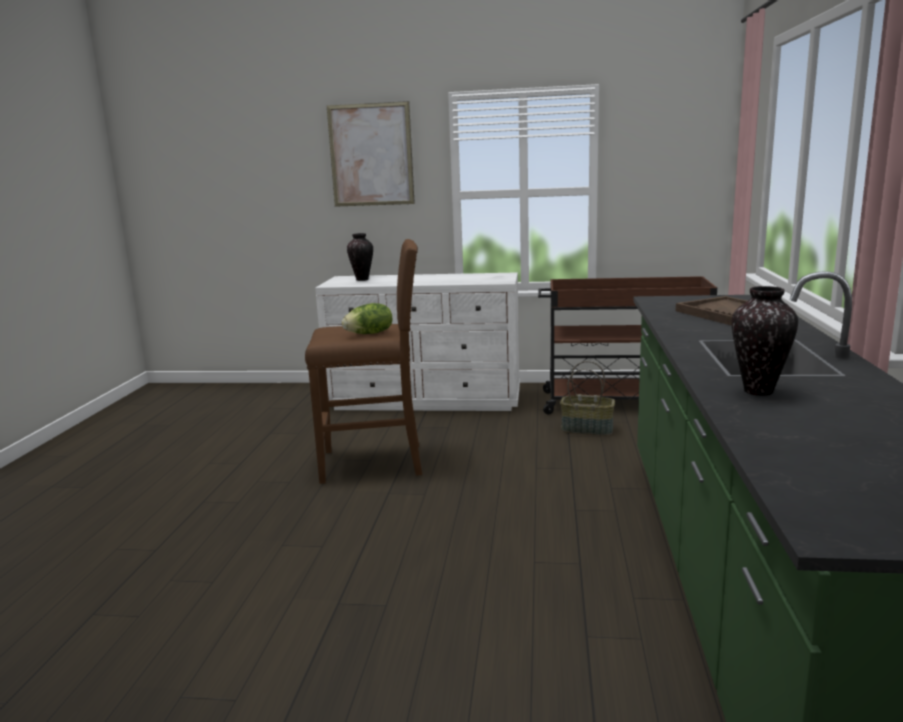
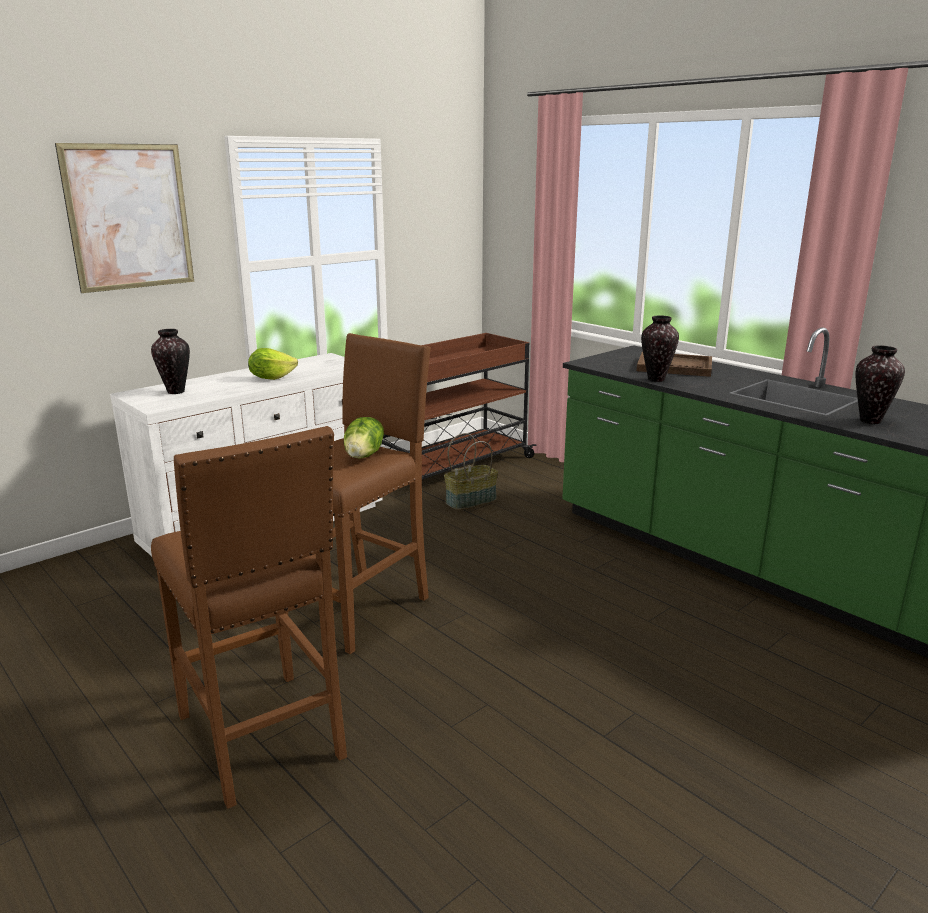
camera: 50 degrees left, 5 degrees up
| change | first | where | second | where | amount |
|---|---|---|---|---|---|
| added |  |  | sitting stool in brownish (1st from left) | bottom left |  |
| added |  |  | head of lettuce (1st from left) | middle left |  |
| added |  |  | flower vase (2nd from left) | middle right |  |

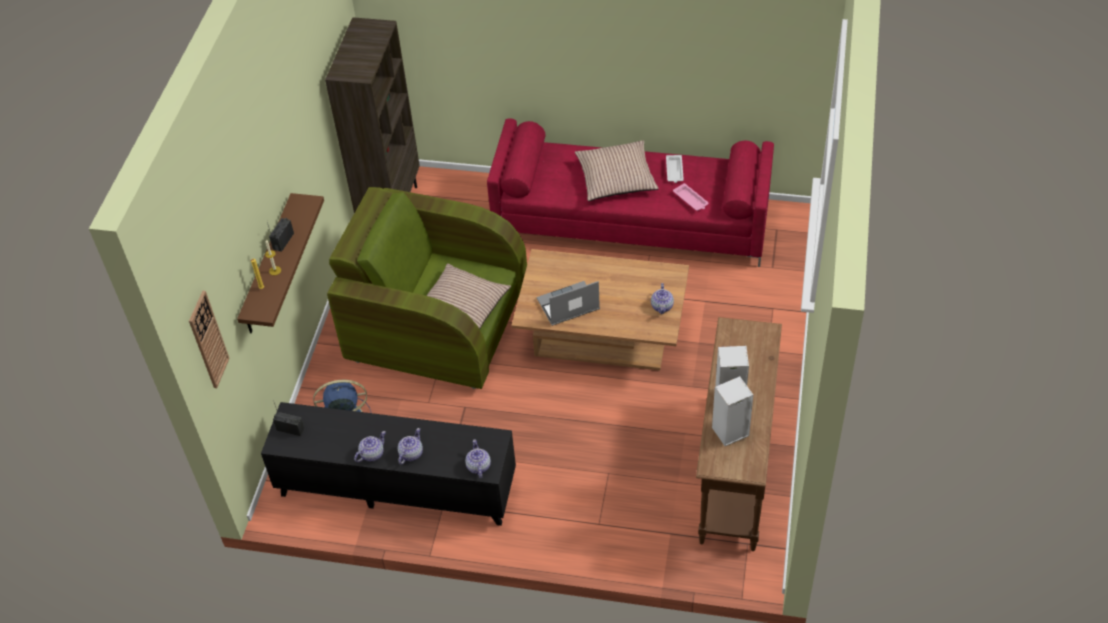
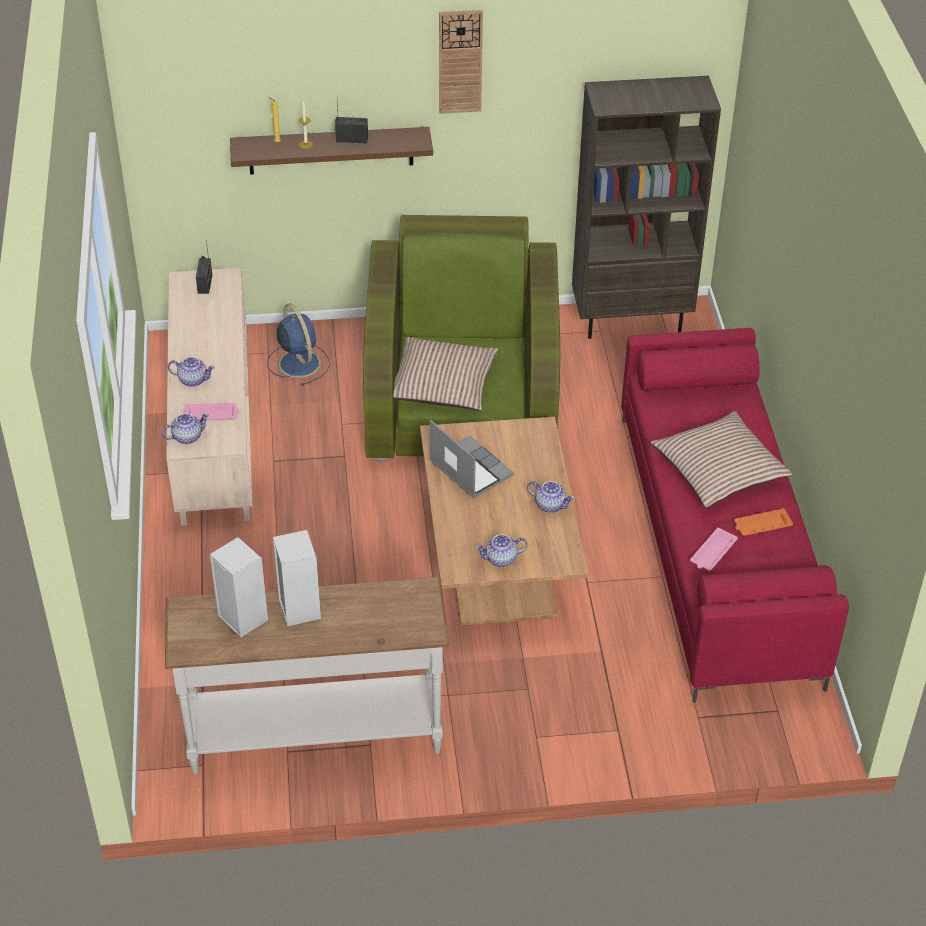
camera: 70 degrees right, 5 degrees down
| change | first | where | second | where | amount |
|---|---|---|---|---|---|
| recoloured | console table in brownish | bottom right | console table in white | bottom left |  |
| recoloured | tv unit in blackish | bottom centre | tv unit in sand-coloured | middle left |  |
| added |  |  | carrying tray in pink (1st from left) | middle left |  |
| moved | wall clock | middle left |  | top centre |  |
| moved | tea pot (1st from left in the first image) | bottom centre | tea pot (4th from left) | centre |  |
| recoloured | carrying tray in white | top centre | carrying tray in orange-coloured | middle right |  |

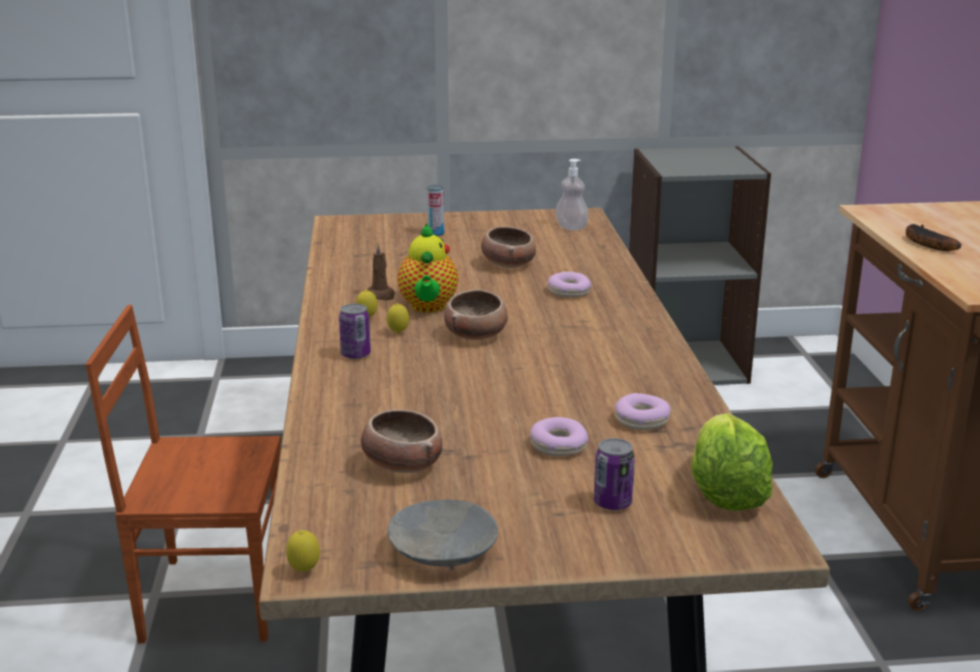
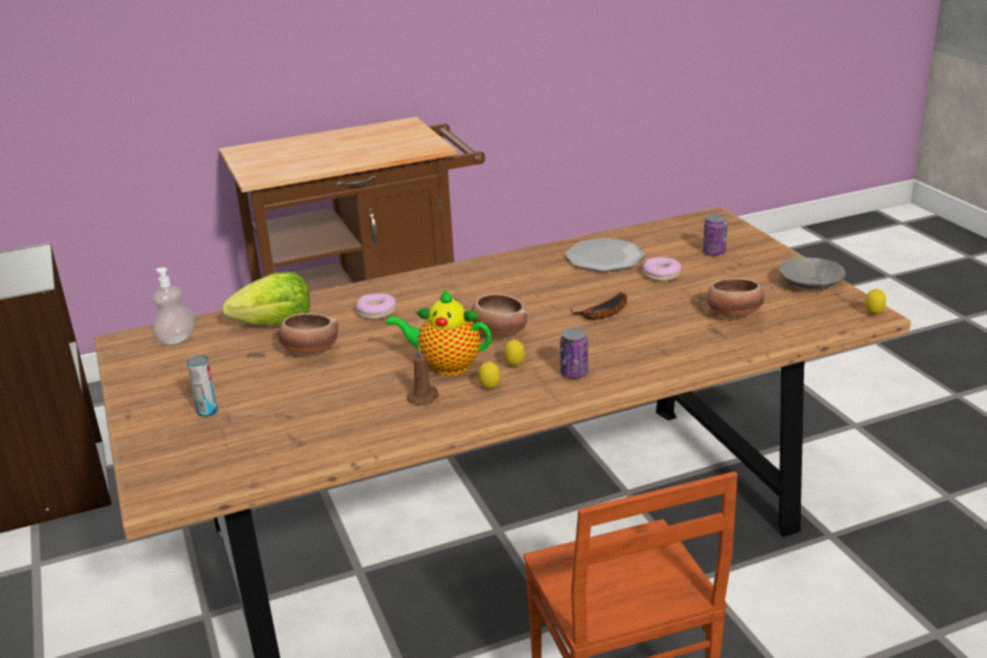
camera: 105 degrees left, 5 degrees up
| change | first | where | second | where | amount |
|---|---|---|---|---|---|
| moved | head of lettuce | bottom right |  | middle left |  |
| turned | tea pot | centre |  | centre | 150 degrees counterclockwise |
| replaced | donut (3rd from left) | centre | dinner plate | centre |  |
| moved | whole banana | middle right |  | centre |  |

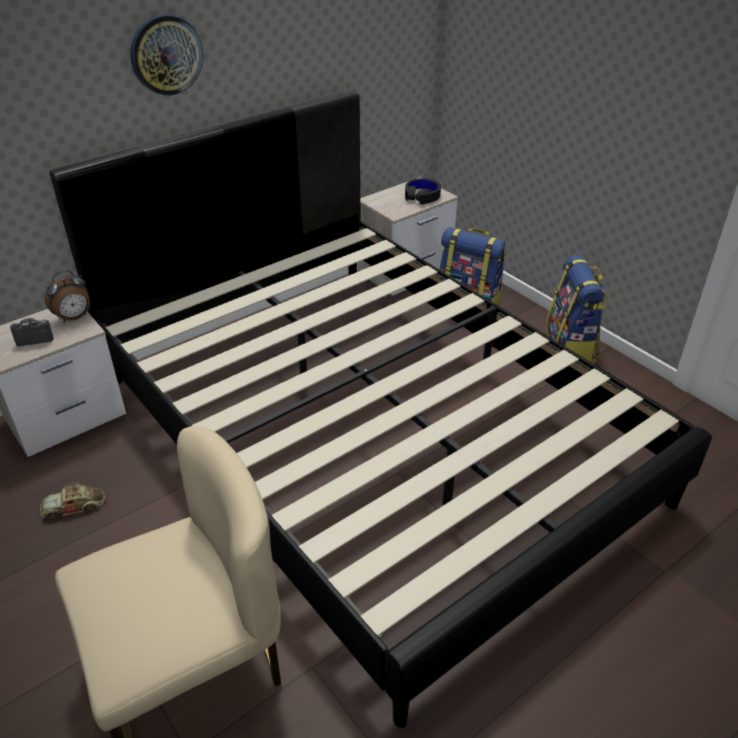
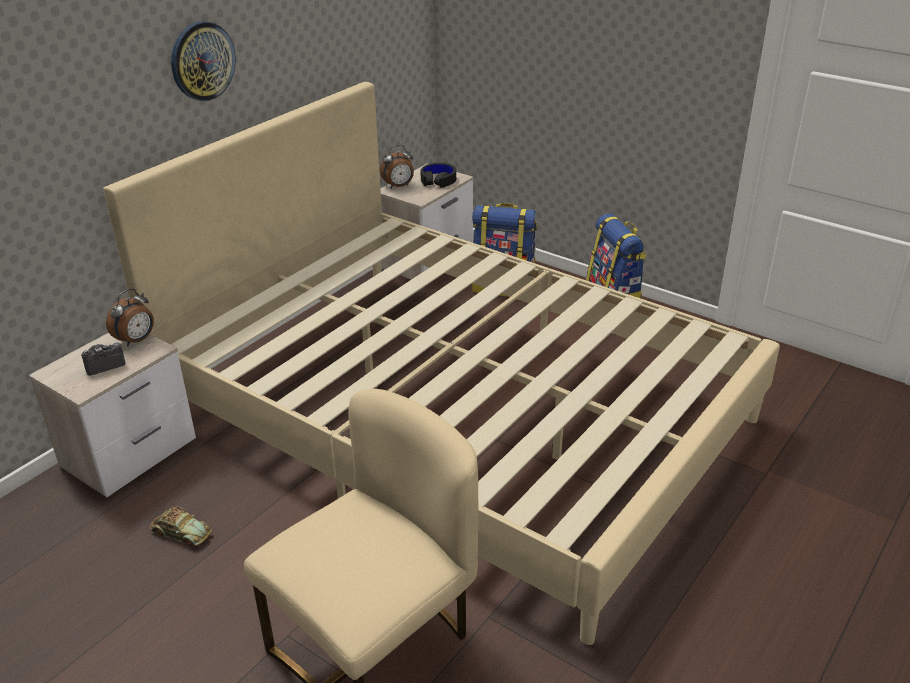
camera: 15 degrees left, 5 degrees down
| change | first | where | second | where | amount |
|---|---|---|---|---|---|
| recoloured | bedroom bed in blackish | centre | bedroom bed in sand-coloured | centre |  |
| turned | miniature car | bottom left |  | bottom left | 120 degrees counterclockwise |
| added |  |  | bedside clock (2nd from left) | top centre |  |

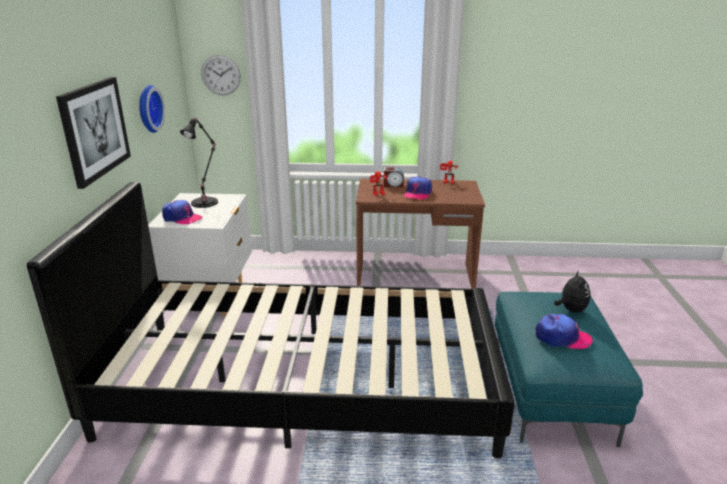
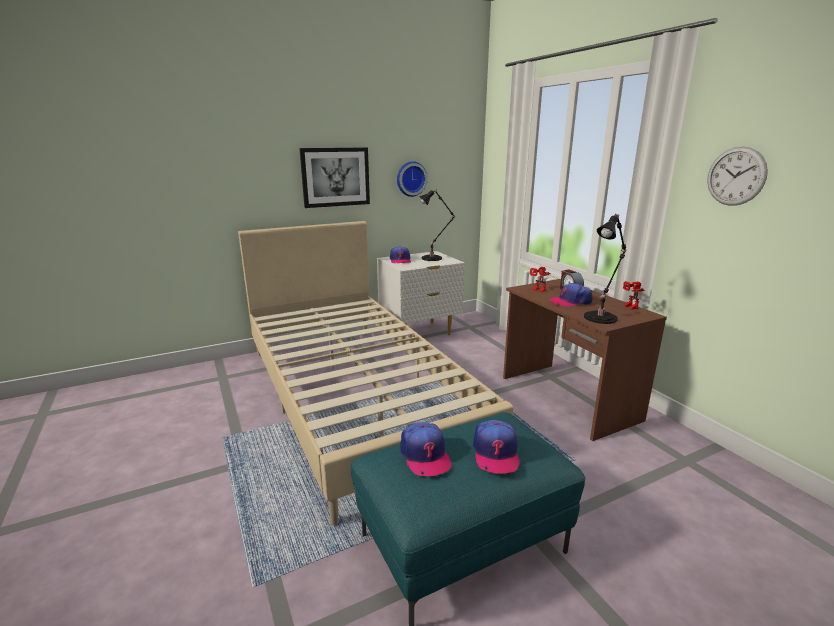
camera: 60 degrees right, 5 degrees down
| change | first | where | second | where | amount |
|---|---|---|---|---|---|
| recoloured | bedroom bed in blackish | centre | bedroom bed in sand-coloured | centre |  |
| replaced | soft toy | middle right | peaked cap (3rd from left) | bottom centre |  |
| added |  |  | lamp for a table in blackish (2nd from left) | middle right |  |
| moved | wall clock (2nd from left) | top left |  | top right |  |

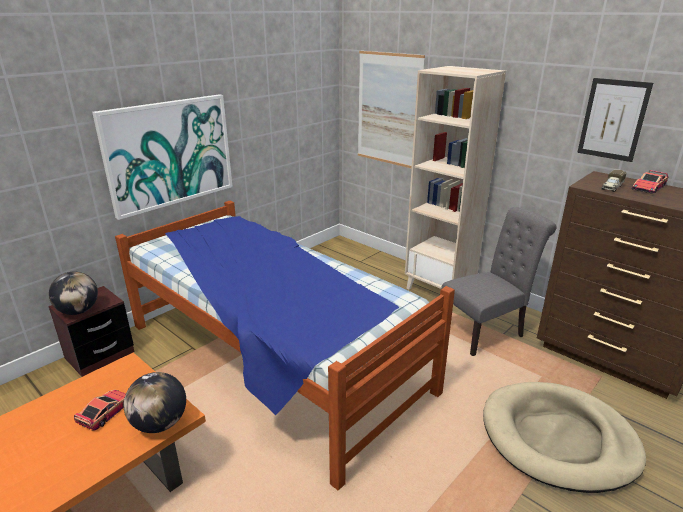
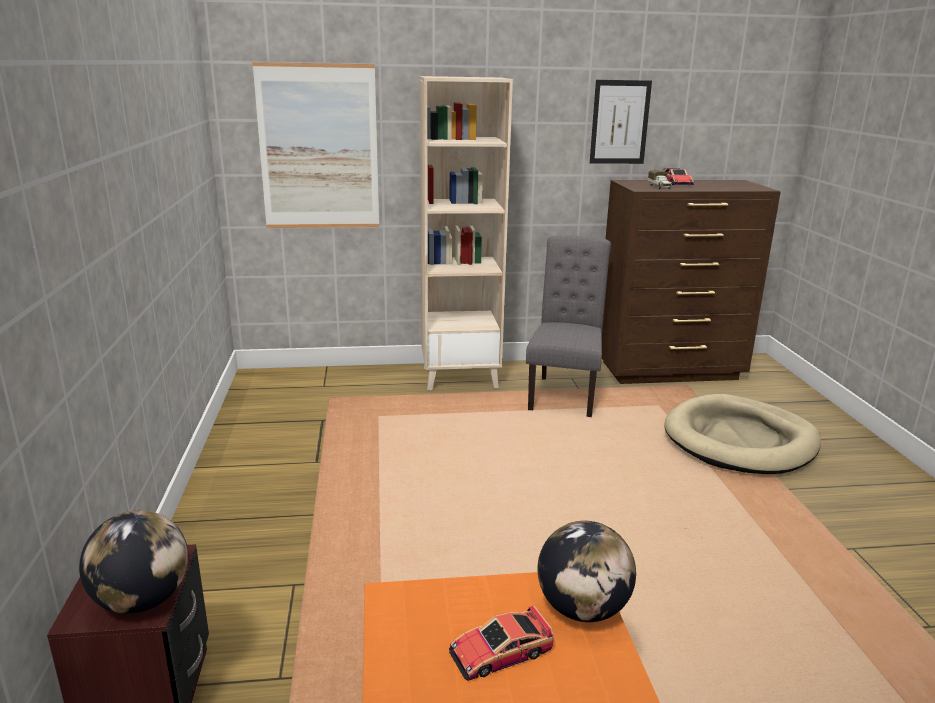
camera: 50 degrees left, 5 degrees down
| change | first | where | second | where | amount |
|---|---|---|---|---|---|
| turned | miniature car (1st from left) | bottom left |  | bottom centre | 90 degrees counterclockwise |
| removed | wall picture (1st from left) | top left |  |  |  |
| removed | bedroom bed | bottom centre |  |  |  |

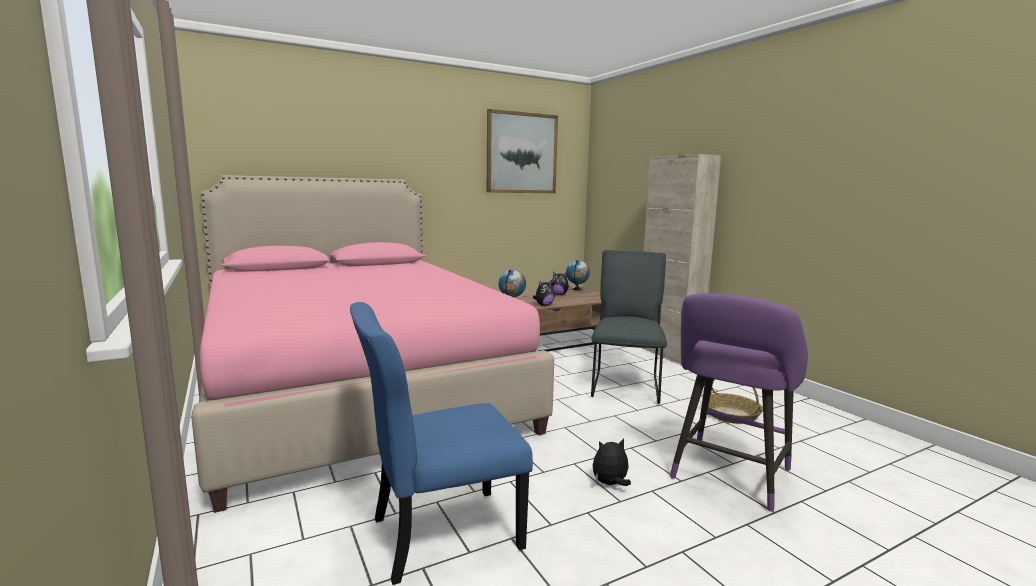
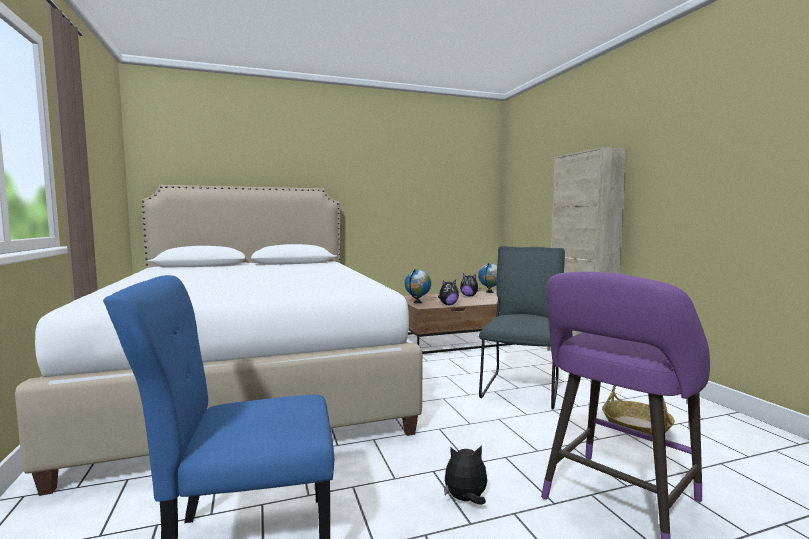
camera: 10 degrees right, 5 degrees down
| change | first | where | second | where | amount |
|---|---|---|---|---|---|
| recoloured | bedroom bed in pink | centre | bedroom bed in white | middle left |  |
| removed | wall picture | top centre |  |  |  |

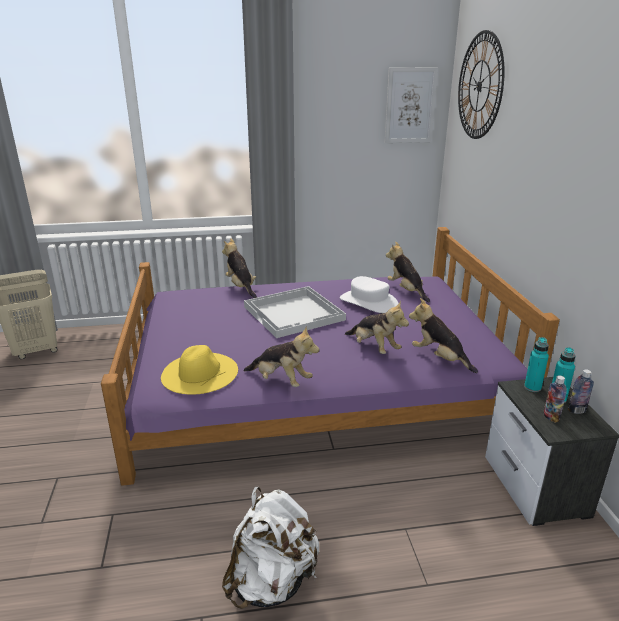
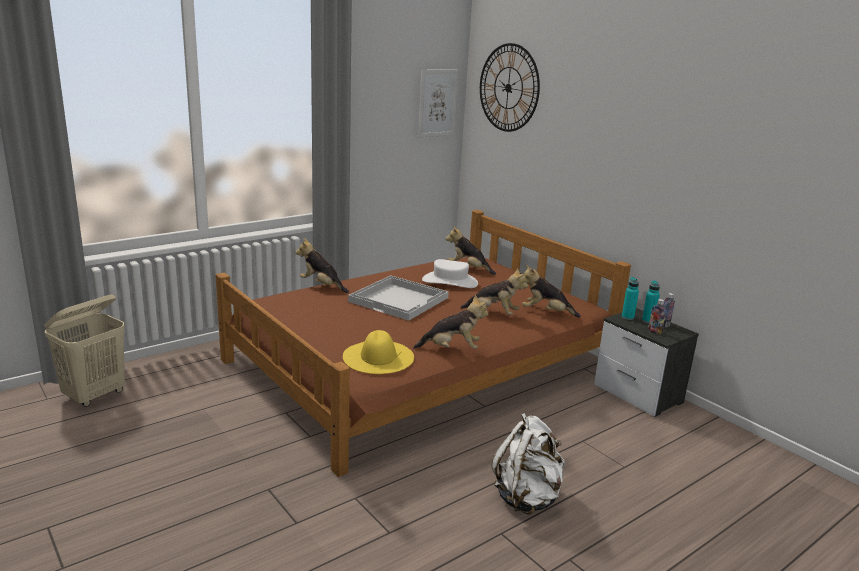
camera: 30 degrees left, 5 degrees down
| change | first | where | second | where | amount |
|---|---|---|---|---|---|
| recoloured | bedroom bed in purple | centre | bedroom bed in brownish | centre |  |

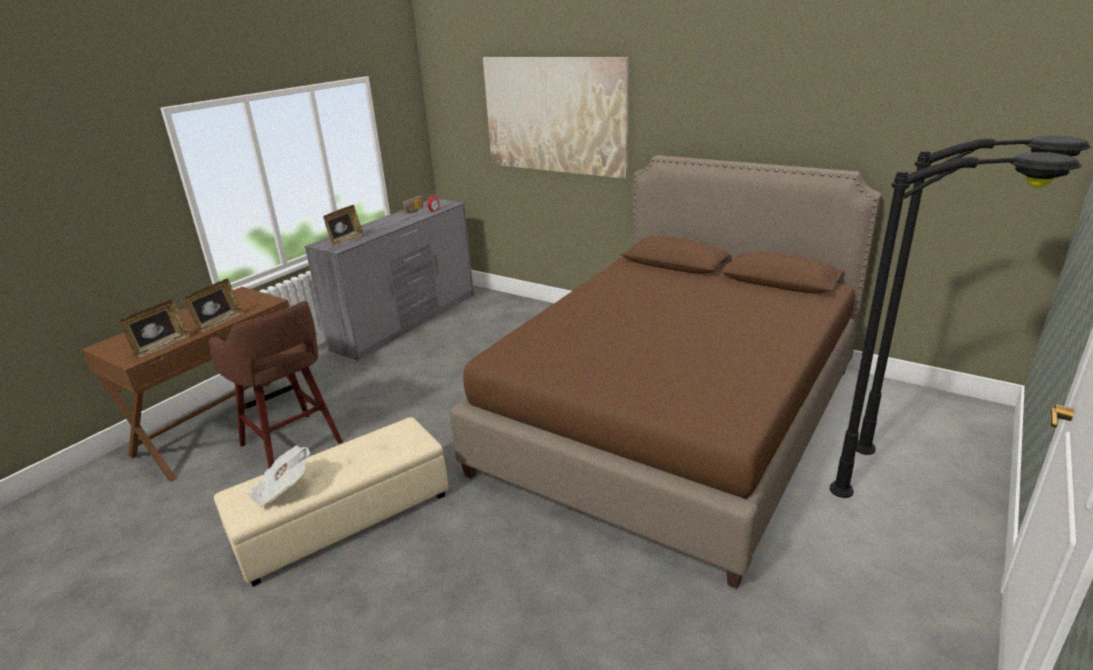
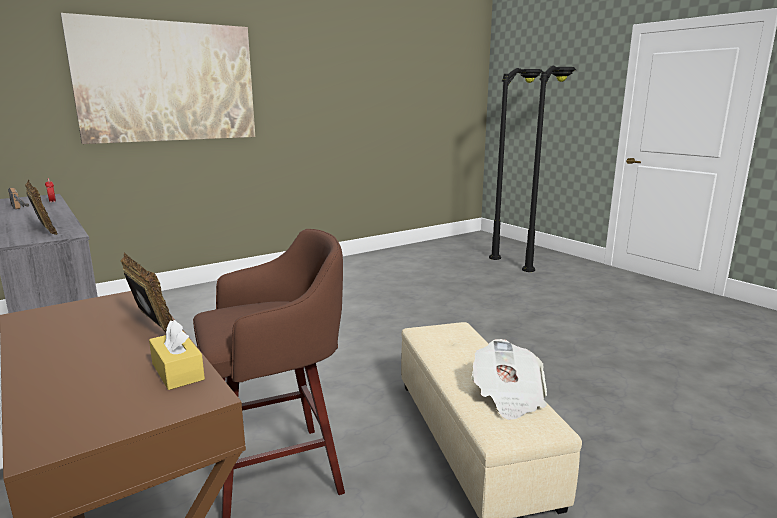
camera: 70 degrees left, 10 degrees down
| change | first | where | second | where | amount |
|---|---|---|---|---|---|
| replaced | picture frame (1st from left) | middle left | tissue box in yellowish | bottom left |  |
| removed | bedroom bed in brownish | centre |  |  |  |

